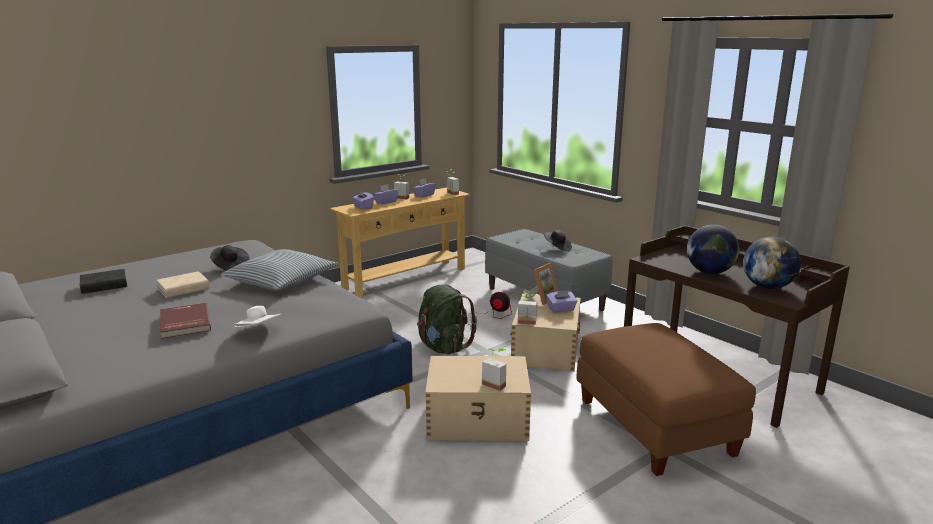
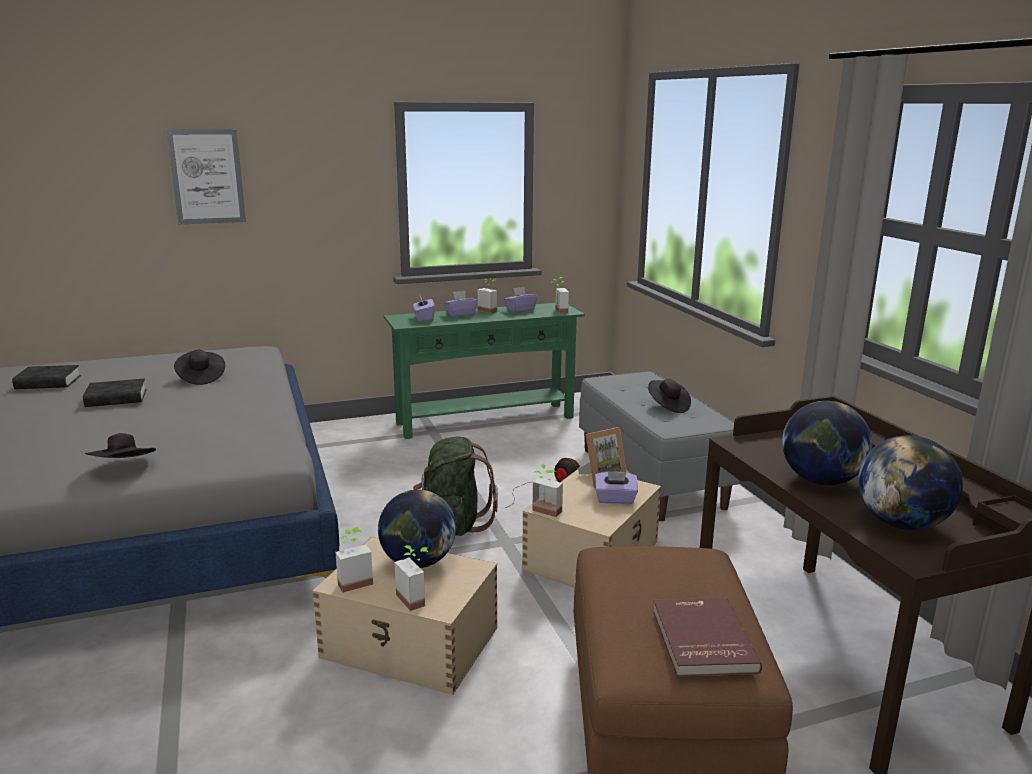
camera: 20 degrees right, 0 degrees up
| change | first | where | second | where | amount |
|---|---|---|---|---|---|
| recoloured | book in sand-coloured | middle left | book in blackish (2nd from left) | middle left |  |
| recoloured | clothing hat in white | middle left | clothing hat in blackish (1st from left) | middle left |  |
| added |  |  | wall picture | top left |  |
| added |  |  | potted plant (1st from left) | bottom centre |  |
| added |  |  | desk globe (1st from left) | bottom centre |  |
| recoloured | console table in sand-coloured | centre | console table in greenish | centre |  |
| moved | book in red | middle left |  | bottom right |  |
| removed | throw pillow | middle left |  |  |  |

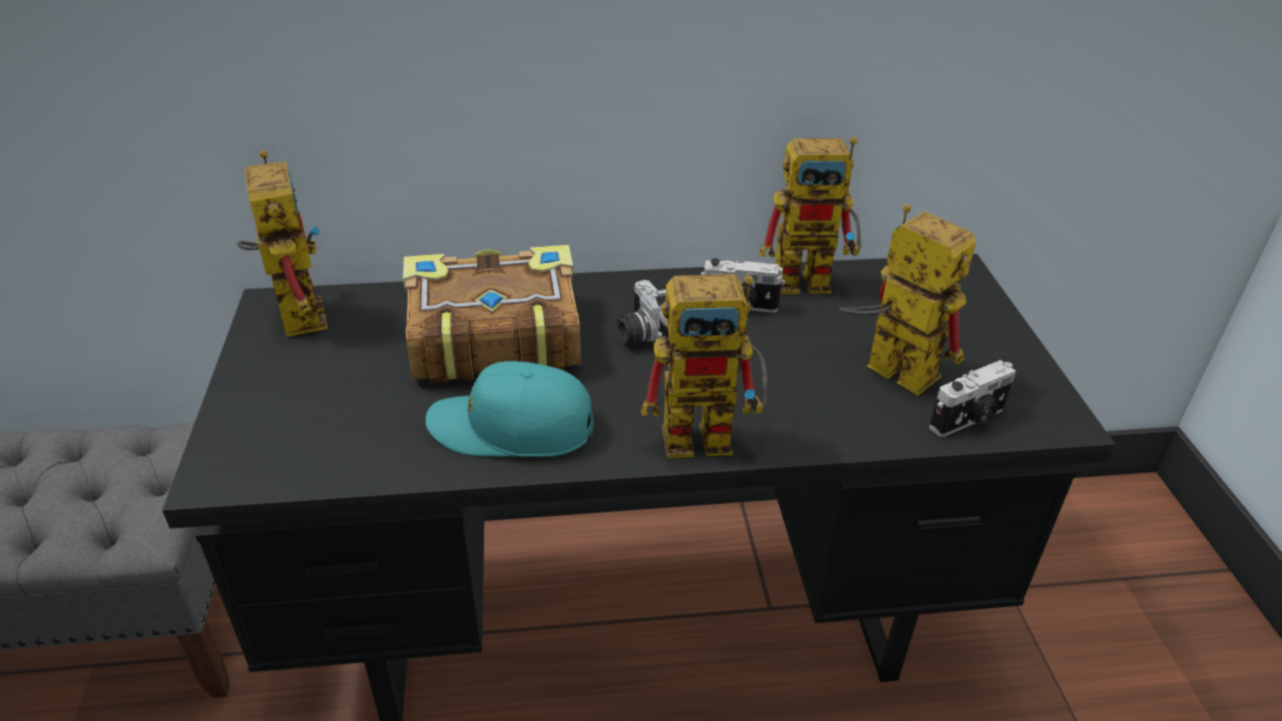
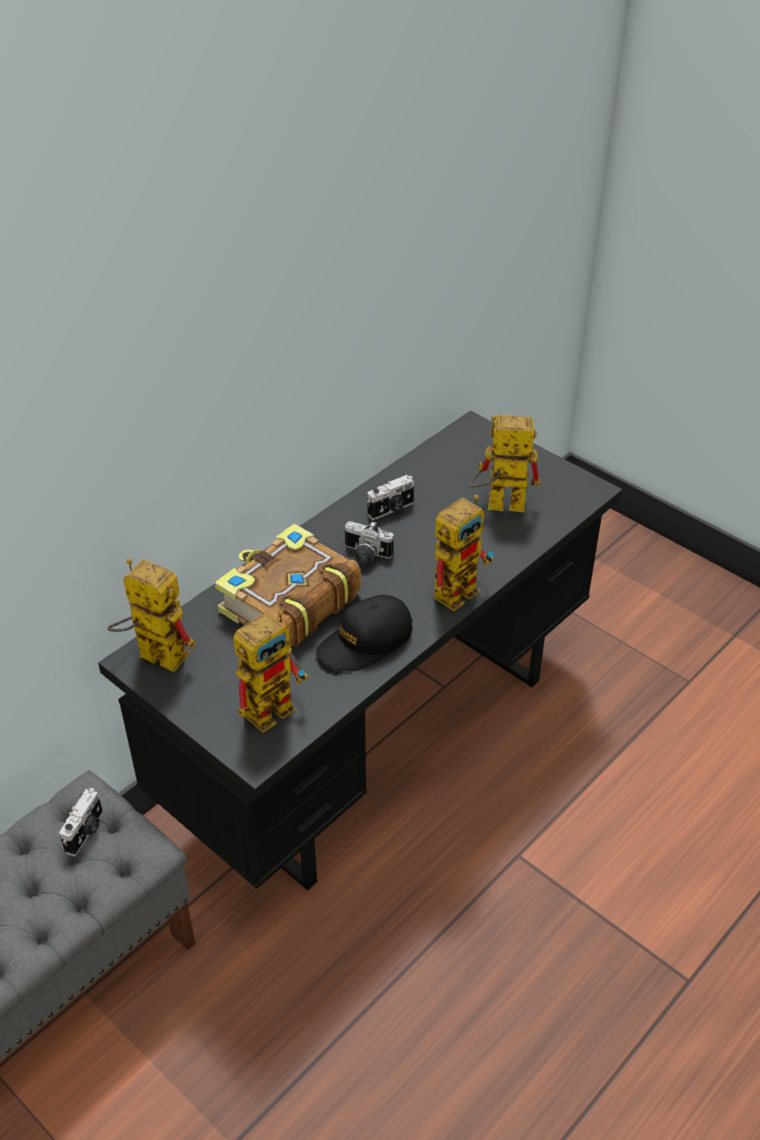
camera: 40 degrees left, 5 degrees up
| change | first | where | second | where | amount |
|---|---|---|---|---|---|
| moved | photo camera (3rd from left in the first image) | middle right | photo camera (1st from left) | bottom left |  |
| moved | toy robot (3rd from left in the first image) | top centre | toy robot (2nd from left) | centre |  |
| recoloured | peaked cap in blue-green | centre | peaked cap in blackish | centre |  |

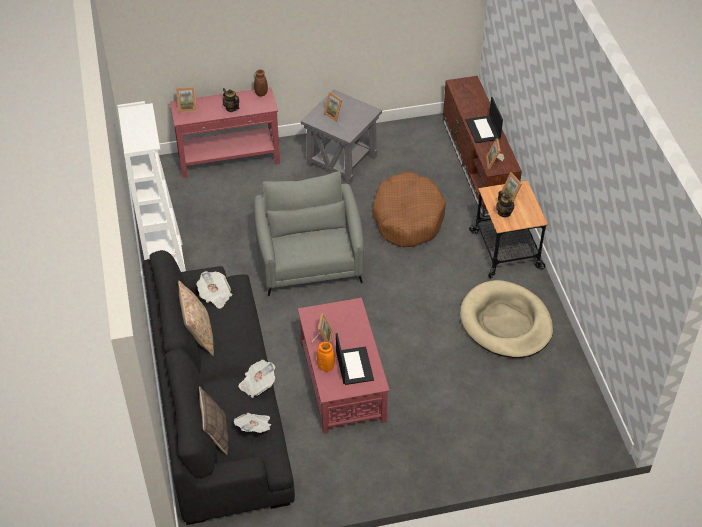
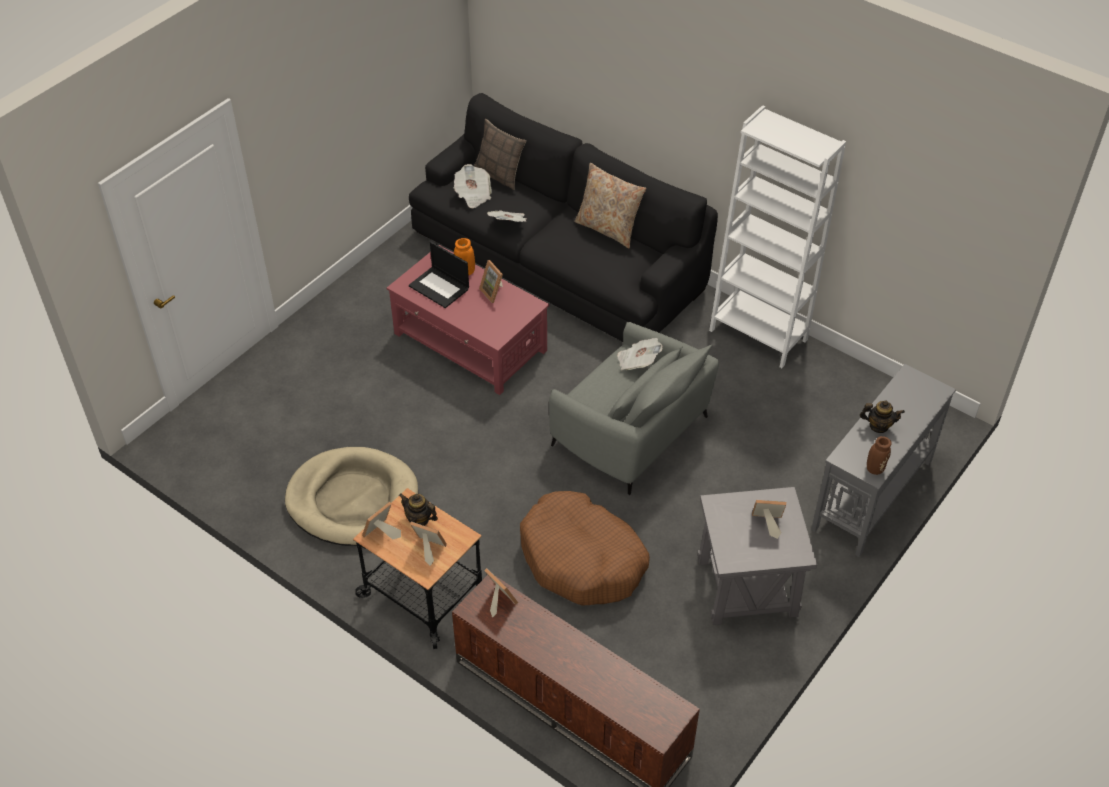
camera: 140 degrees right, 0 degrees up
| change | first | where | second | where | amount |
|---|---|---|---|---|---|
| moved | picture frame (1st from left) | top left |  | centre |  |
| moved | printed paper (1st from left in the first image) | middle left | printed paper (3rd from left) | centre |  |
| recoloured | console table in red | top left | console table in grey | middle right |  |
| removed | laptop (2nd from left) | top right |  |  |  |

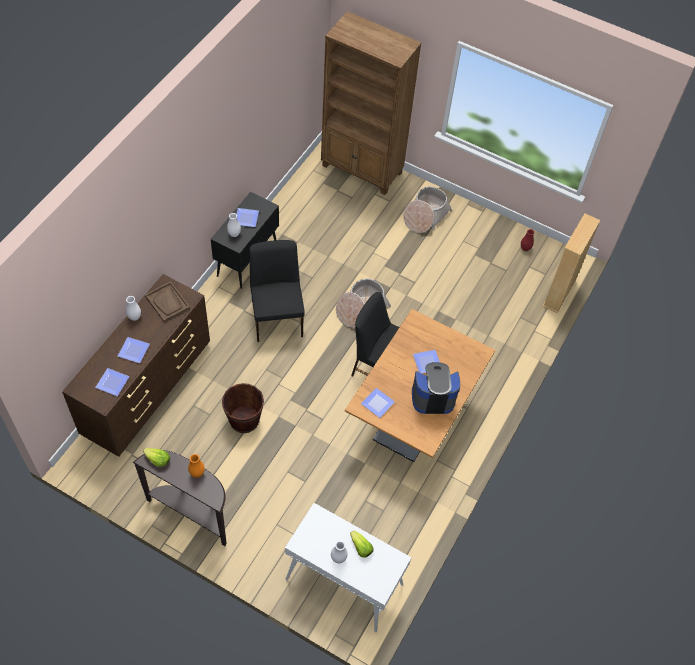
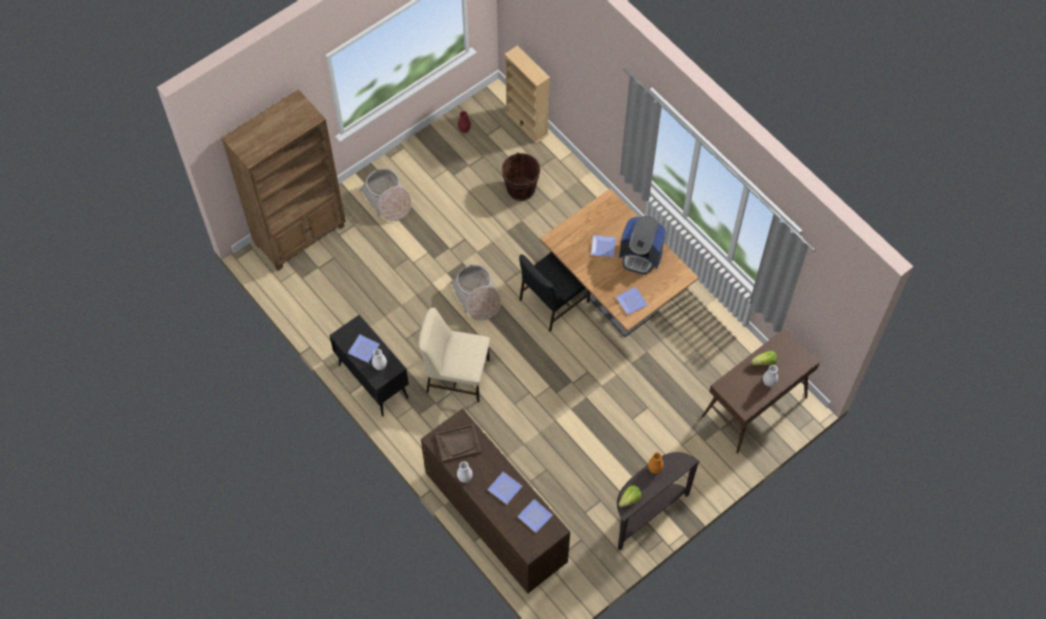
camera: 65 degrees left, 5 degrees up
| change | first | where | second | where | amount |
|---|---|---|---|---|---|
| recoloured | plain chair in blackish (1st from left) | centre | plain chair in sand-coloured | centre |  |
| moved | water bucket in brownish | centre |  | top centre |  |
| turned | coffee brewer | centre |  | centre | 90 degrees counterclockwise |
| recoloured | console table in white | bottom centre | console table in brownish (2nd from left) | middle right |  |

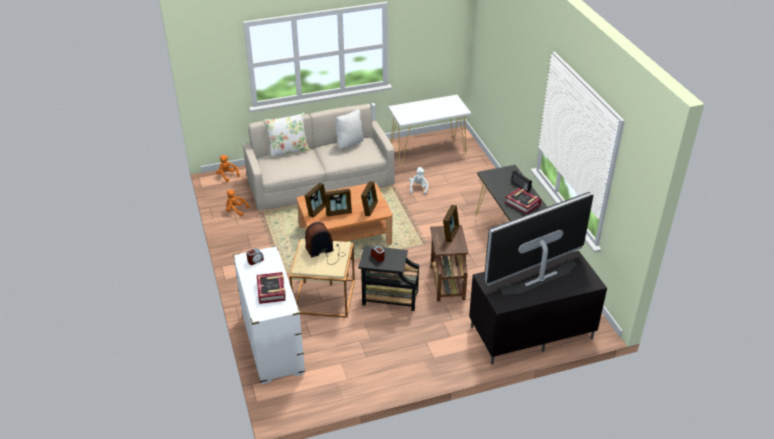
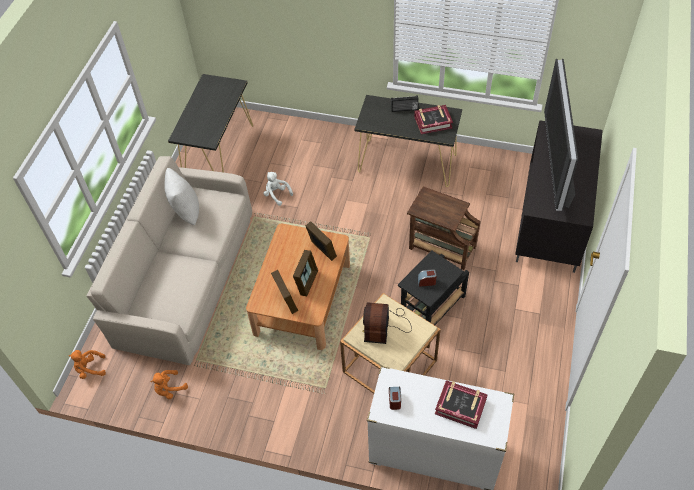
camera: 55 degrees left, 15 degrees up
| change | first | where | second | where | amount |
|---|---|---|---|---|---|
| recoloured | console table in white | top centre | console table in blackish (1st from left) | top left |  |
| removed | throw pillow in white (1st from left) | top centre |  |  |  |
| removed | picture frame (4th from left) | centre |  |  |  |

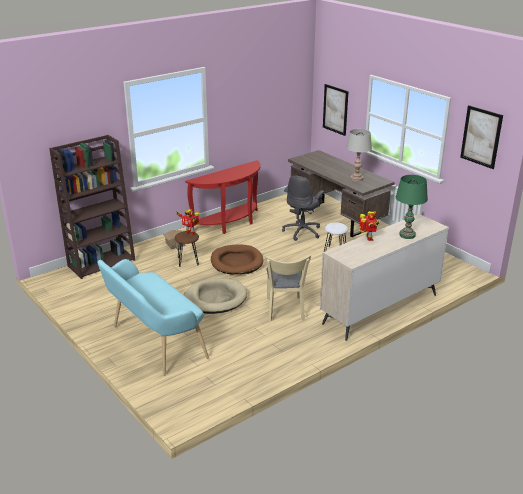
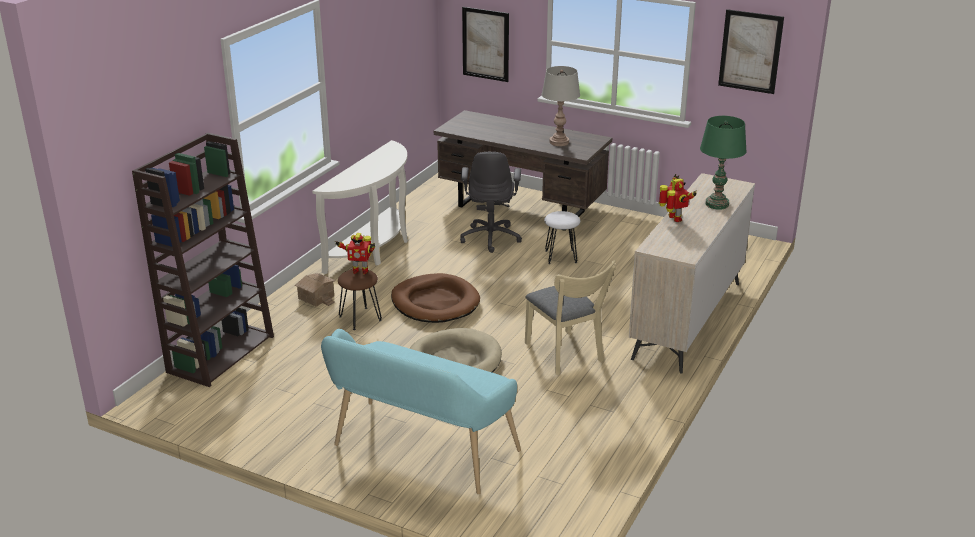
camera: 25 degrees left, 0 degrees up
| change | first | where | second | where | amount |
|---|---|---|---|---|---|
| recoloured | console table in red | centre | console table in white | centre |  |

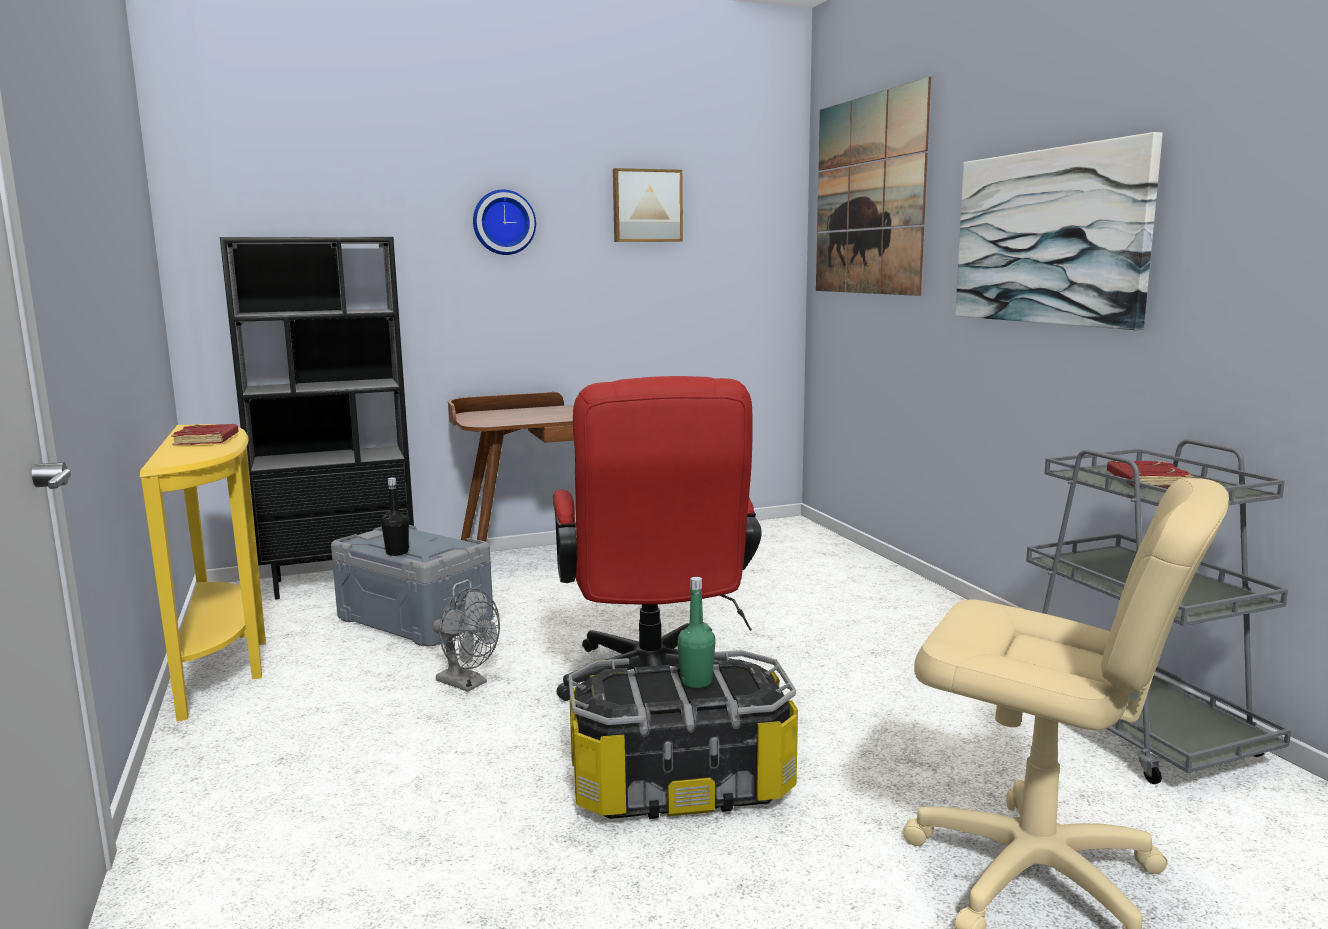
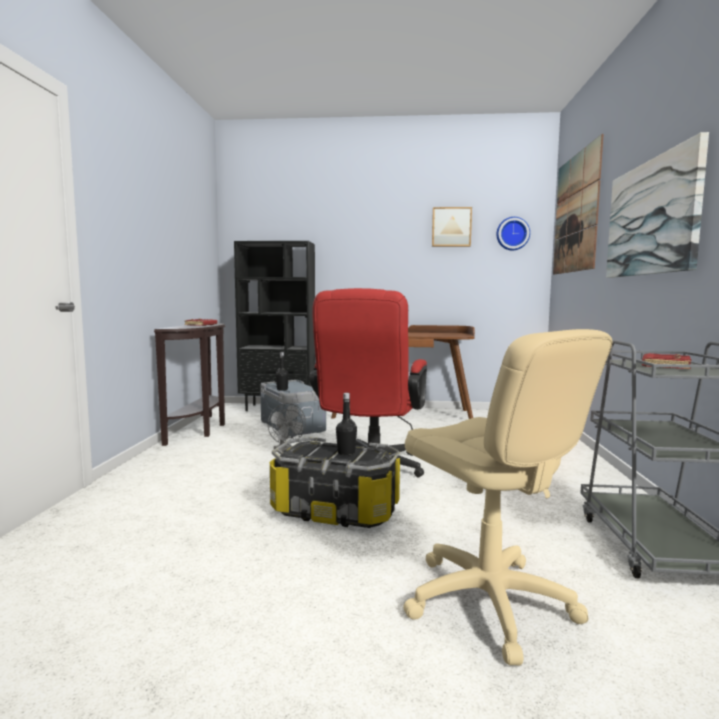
camera: 25 degrees right, 5 degrees down
| change | first | where | second | where | amount |
|---|---|---|---|---|---|
| recoloured | console table in yellowish | middle left | console table in brownish | middle left |  |
| recoloured | drink bottle in greenish | bottom centre | drink bottle in blackish (2nd from left) | centre |  |
| moved | wall clock | top centre |  | top right |  |

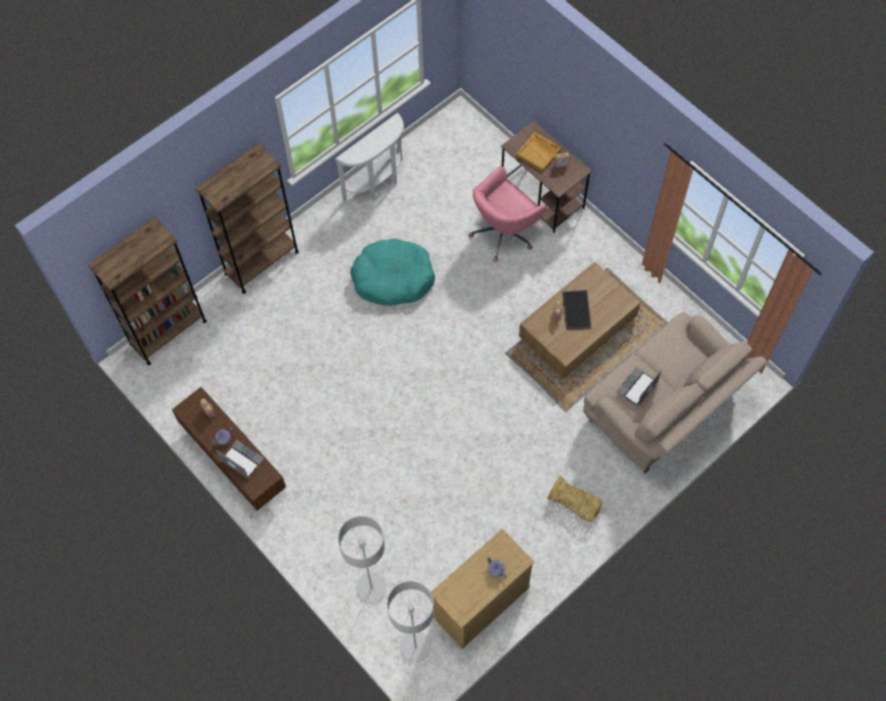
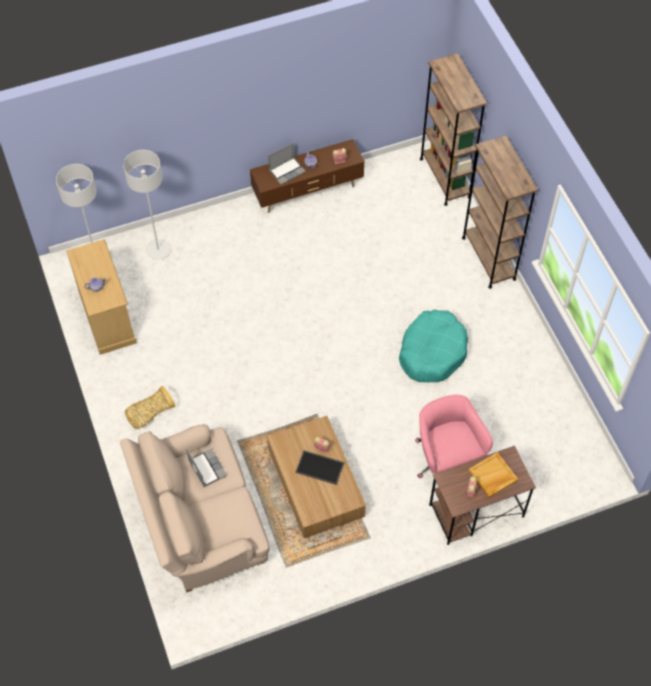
camera: 110 degrees right, 5 degrees down
| change | first | where | second | where | amount |
|---|---|---|---|---|---|
| removed | console table in white | top centre |  |  |  |

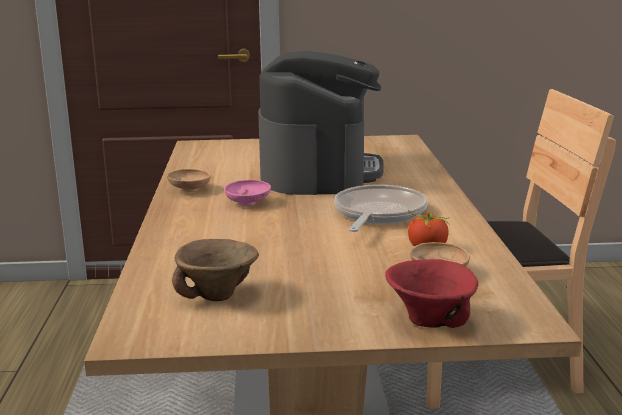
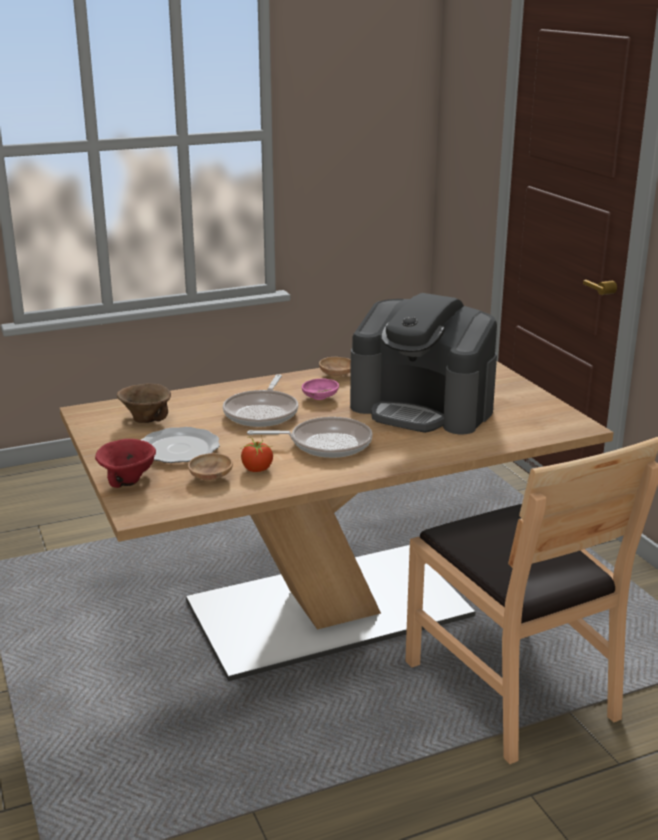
camera: 70 degrees right, 5 degrees up
| change | first | where | second | where | amount |
|---|---|---|---|---|---|
| added |  |  | dinner plate | middle left |  |
| added |  |  | frying pan (1st from left) | centre |  |
| turned | coffee brewer | top centre |  | centre | 45 degrees clockwise |

